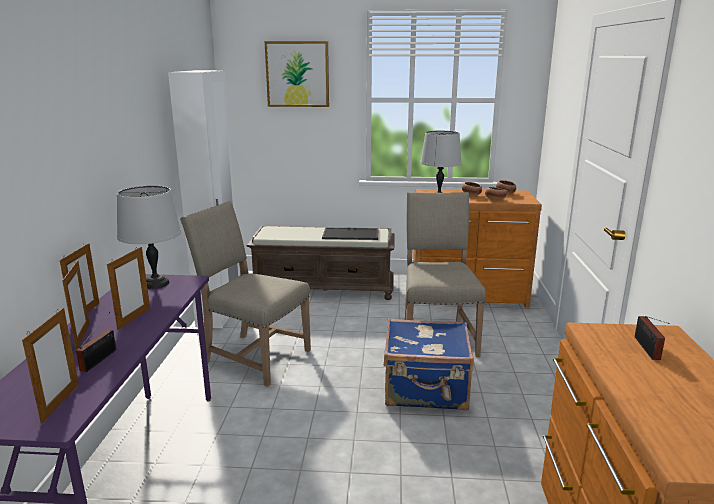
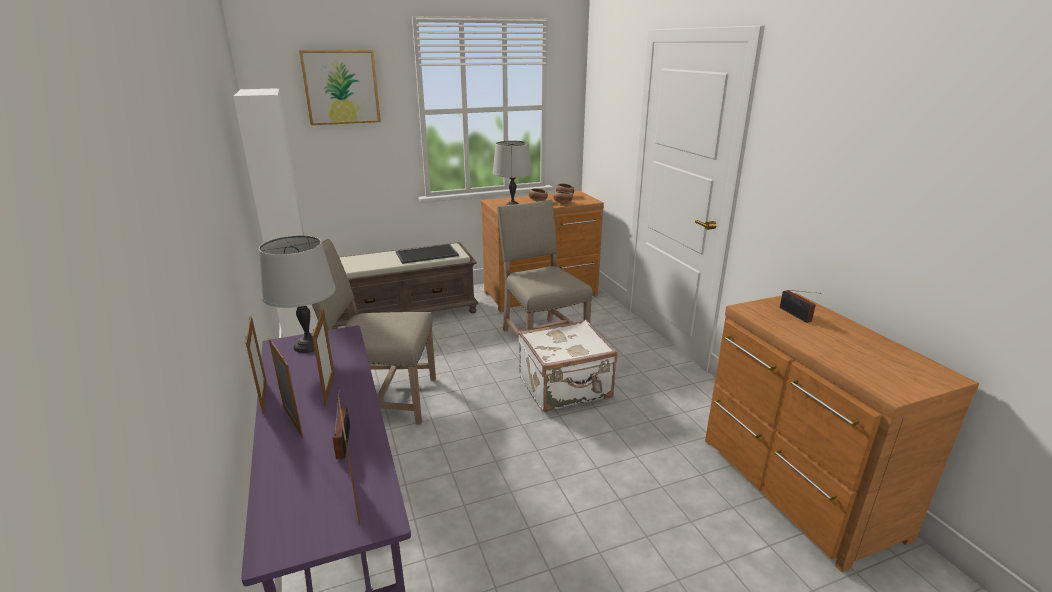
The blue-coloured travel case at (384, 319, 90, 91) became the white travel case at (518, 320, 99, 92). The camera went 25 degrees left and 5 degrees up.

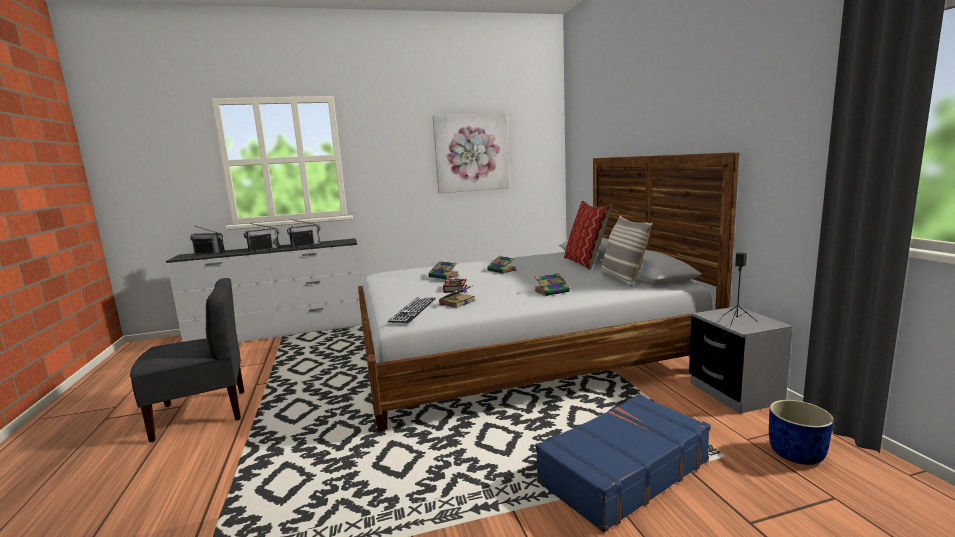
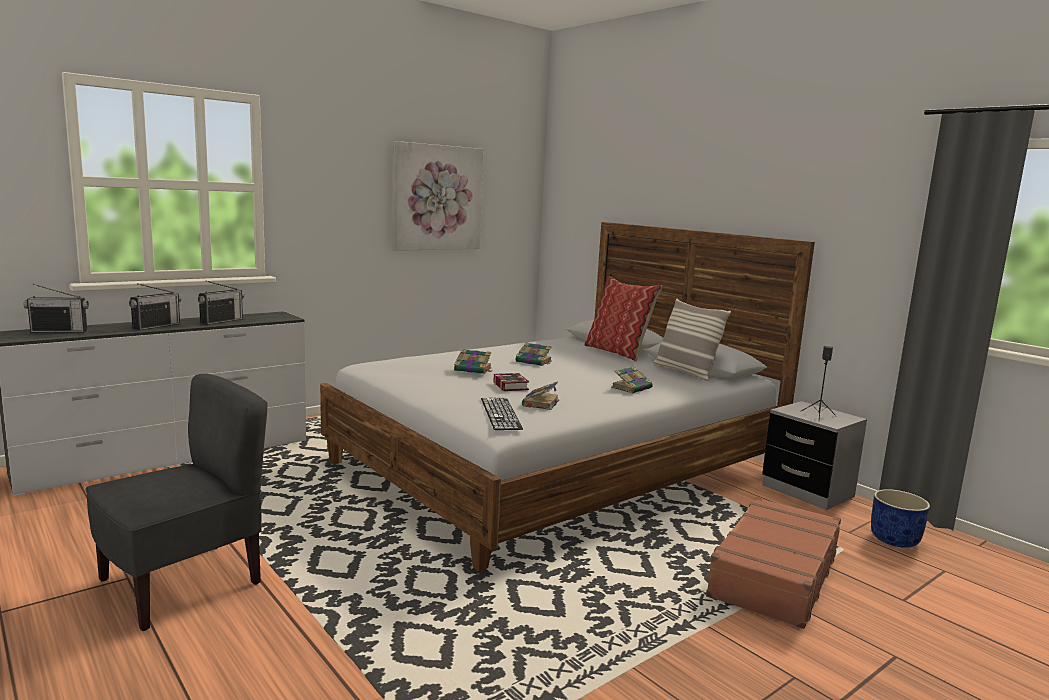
The blue-coloured travel case at (536, 394, 175, 139) became the brown travel case at (704, 497, 137, 132). The camera went 25 degrees left and 0 degrees up.

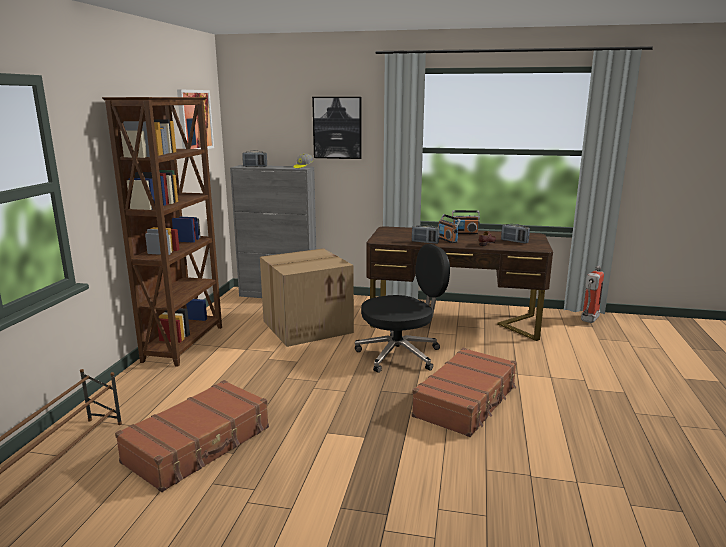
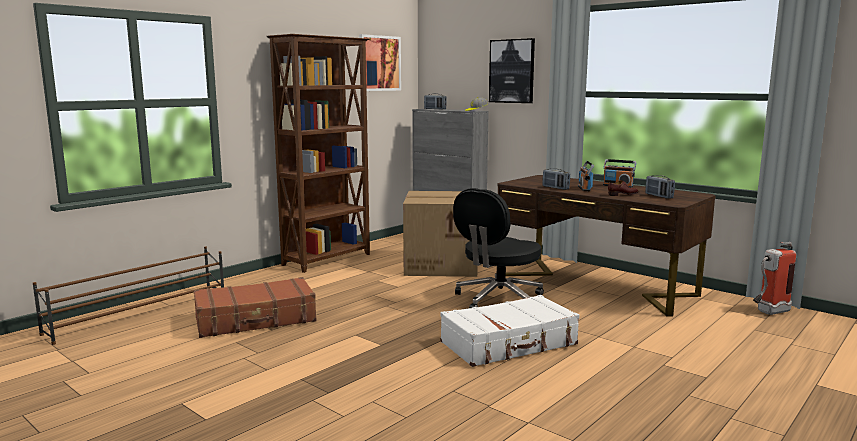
The brown travel case at (412, 348, 105, 89) became the white travel case at (440, 295, 139, 72). The black office chair at (355, 244, 95, 129) turned 120 degrees clockwise. The camera went 30 degrees right and 5 degrees down.

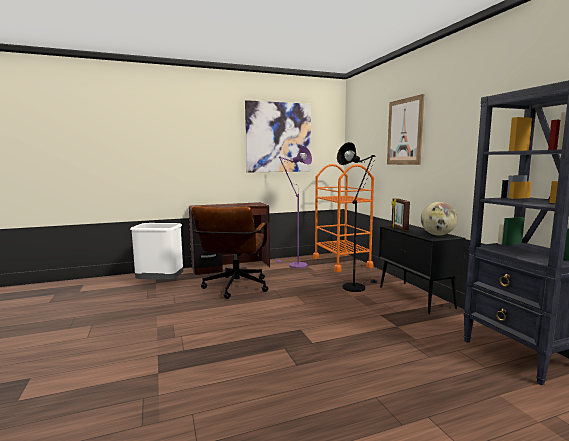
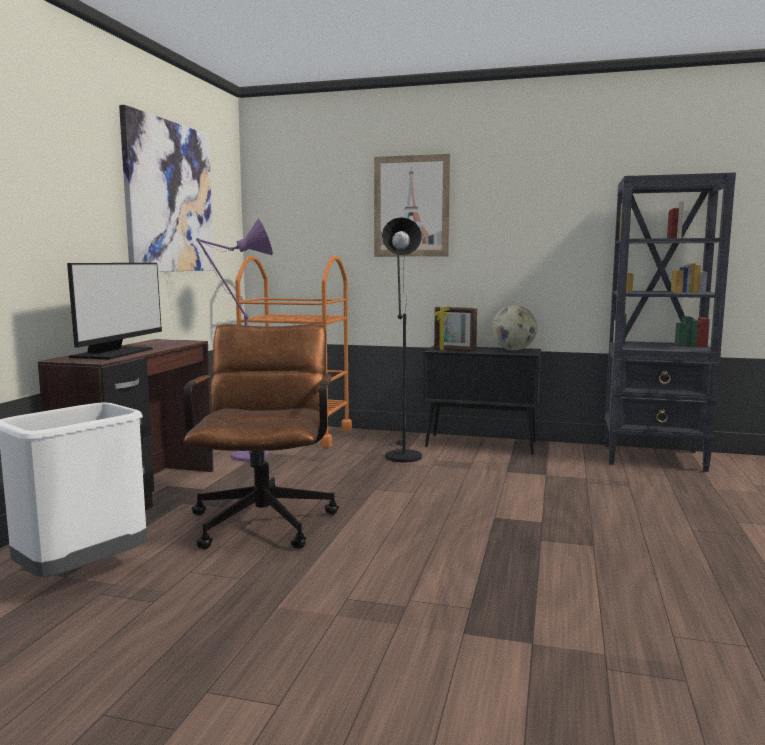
The computer screen at (67, 263, 95, 96) appeared. The brown office chair at (191, 205, 77, 94) turned 135 degrees counterclockwise. The camera went 55 degrees left and 0 degrees up.

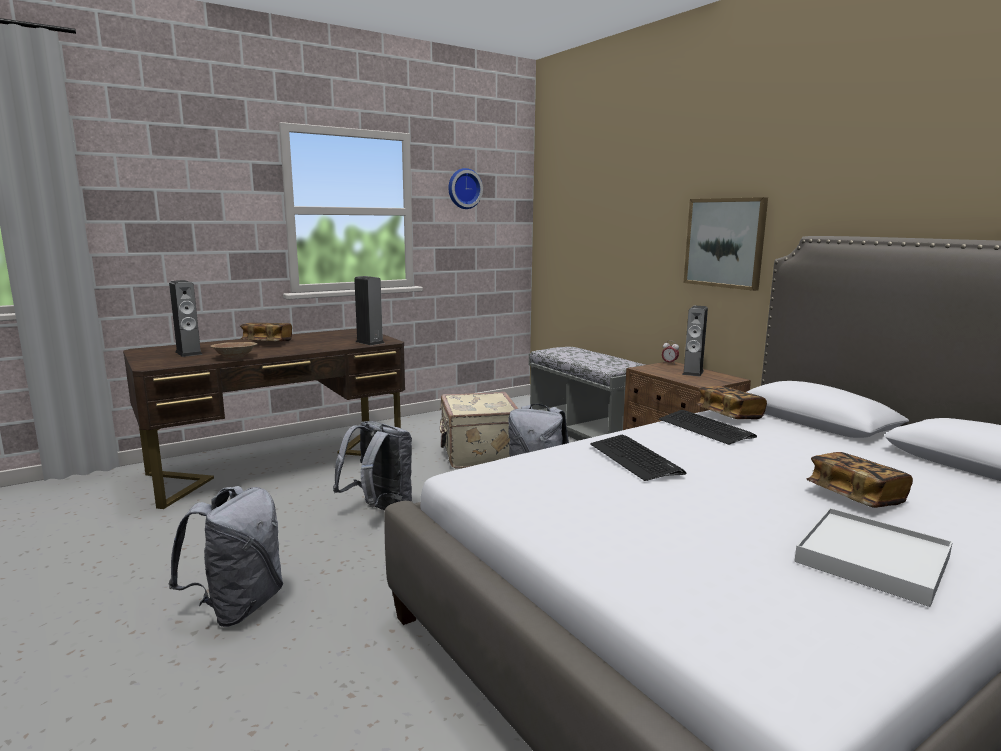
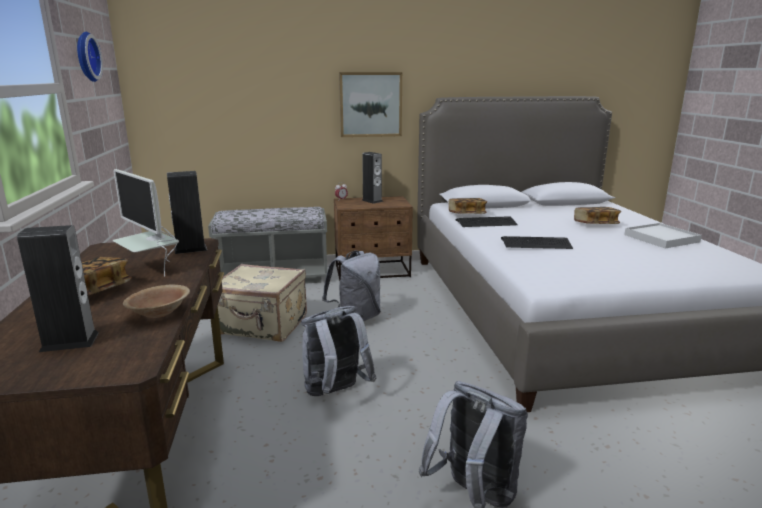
The computer screen at (113, 169, 66, 108) appeared. The camera went 65 degrees left and 5 degrees up.

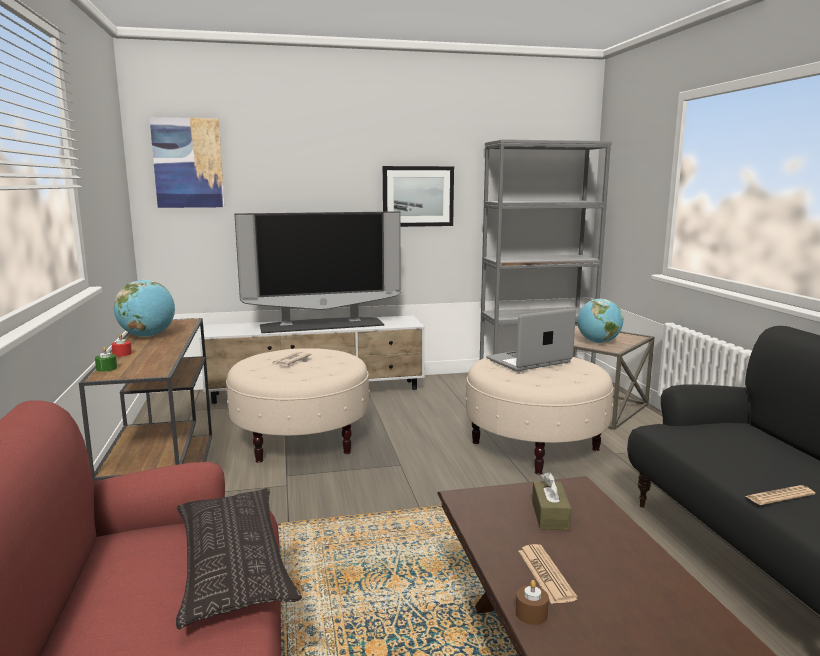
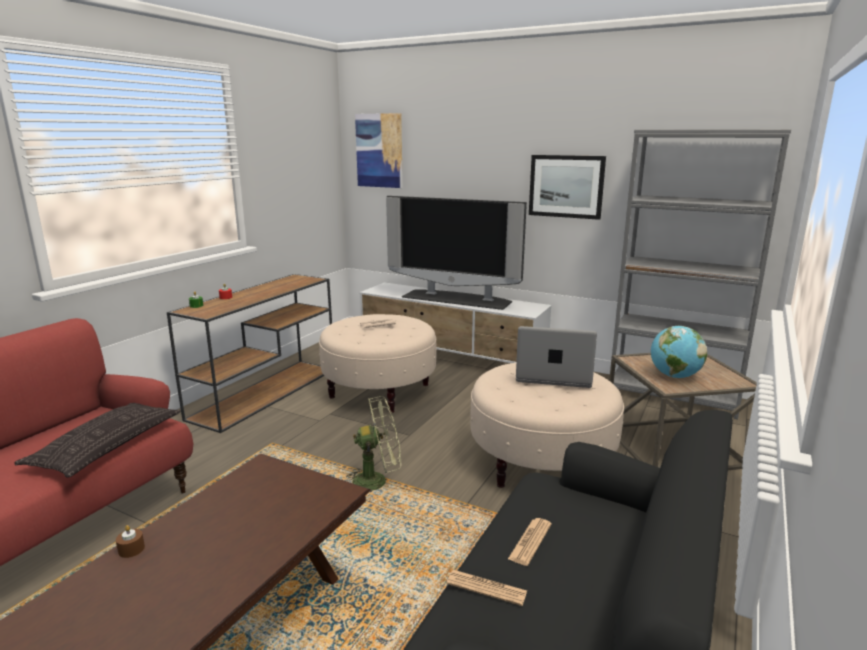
The green cooling fan at (343, 396, 58, 96) appeared. The printed paper moved from (519, 544, 59, 60) to (508, 518, 44, 48). The world globe at (114, 280, 61, 57) disappeared. The brown box of tissues at (532, 472, 39, 58) disappeared. The camera went 40 degrees right and 5 degrees up.

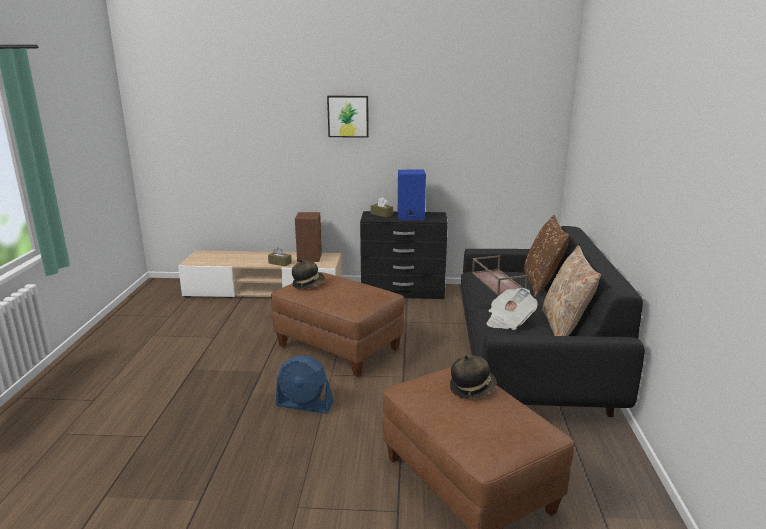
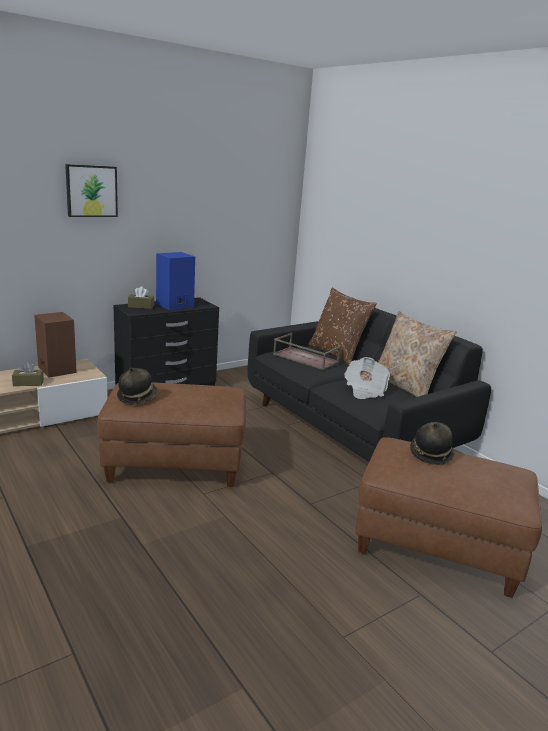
The blue-coloured cooling fan at (275, 355, 59, 59) disappeared. The camera went 40 degrees left and 0 degrees up.

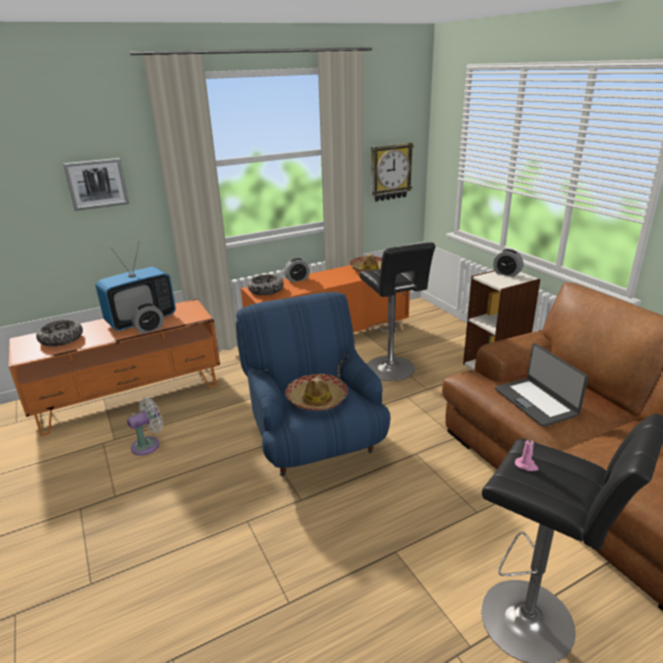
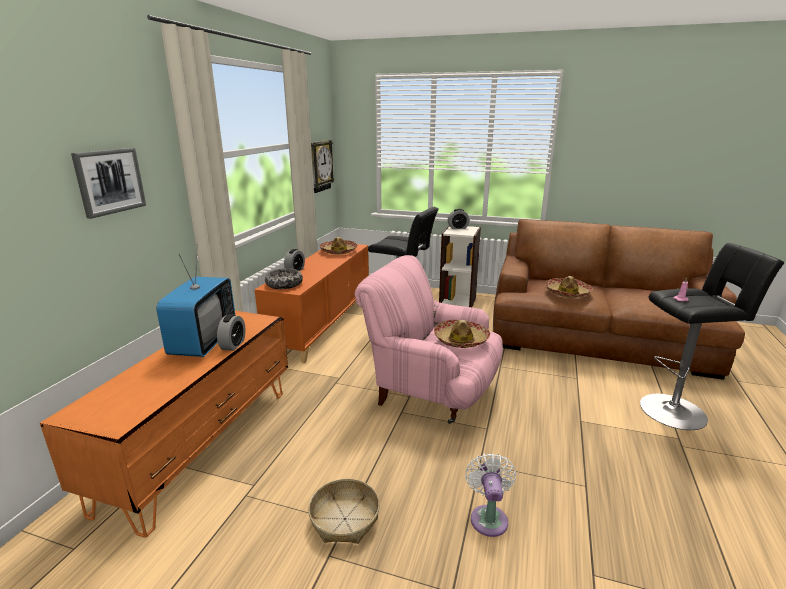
The household basket at (308, 479, 72, 65) appeared. The blue-coloured lounge chair at (236, 292, 155, 185) became the pink lounge chair at (355, 255, 148, 169). The white cooling fan moved from (127, 397, 36, 59) to (465, 453, 51, 84). The laptop at (495, 343, 93, 84) was replaced by the clothing hat at (545, 276, 48, 22). The bowl at (36, 320, 47, 26) disappeared. The camera went 45 degrees left and 5 degrees down.

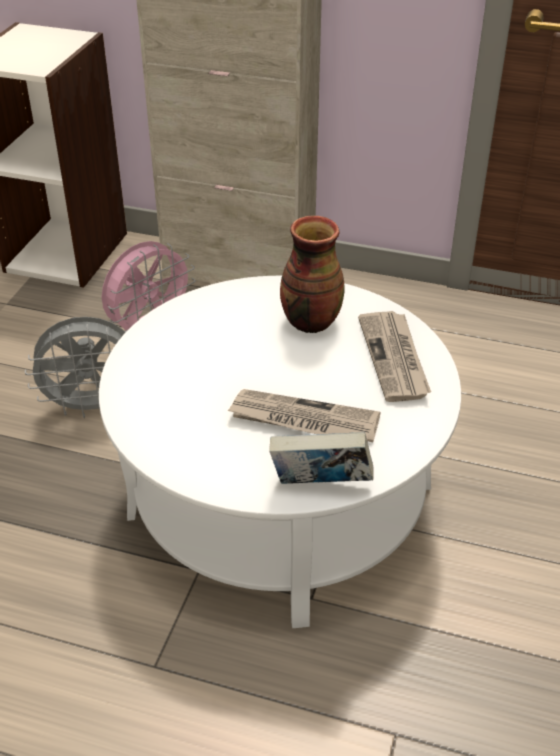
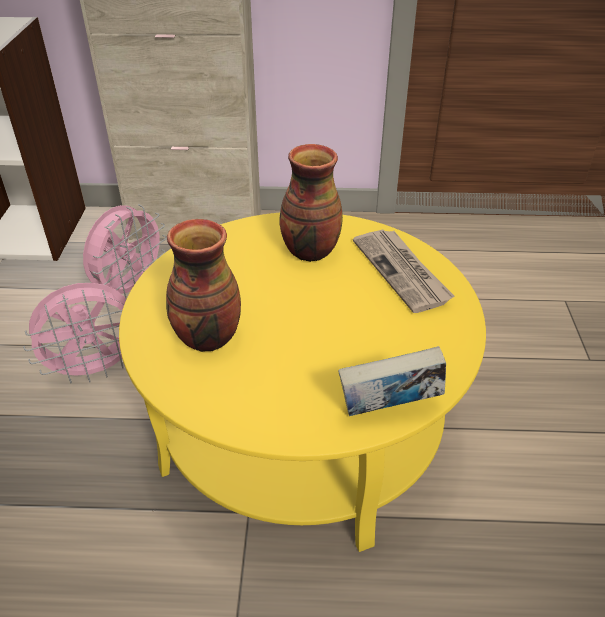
The gray cooling fan at (25, 317, 100, 101) became the pink cooling fan at (23, 283, 103, 101). The white coffee table at (99, 276, 362, 352) became the yellowish coffee table at (119, 213, 367, 339). The flower vase at (166, 219, 75, 133) appeared. The printed paper at (227, 389, 154, 53) disappeared. The camera went 15 degrees left and 0 degrees up.

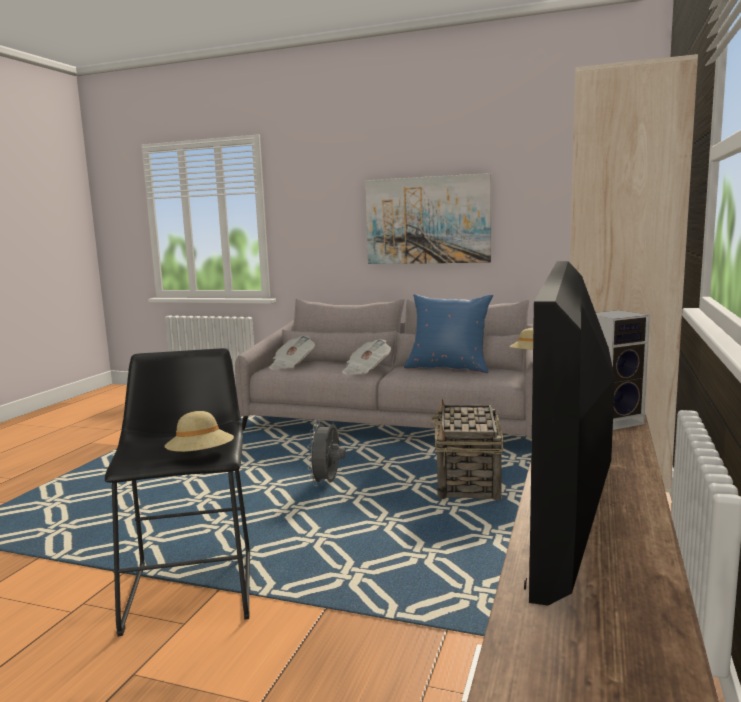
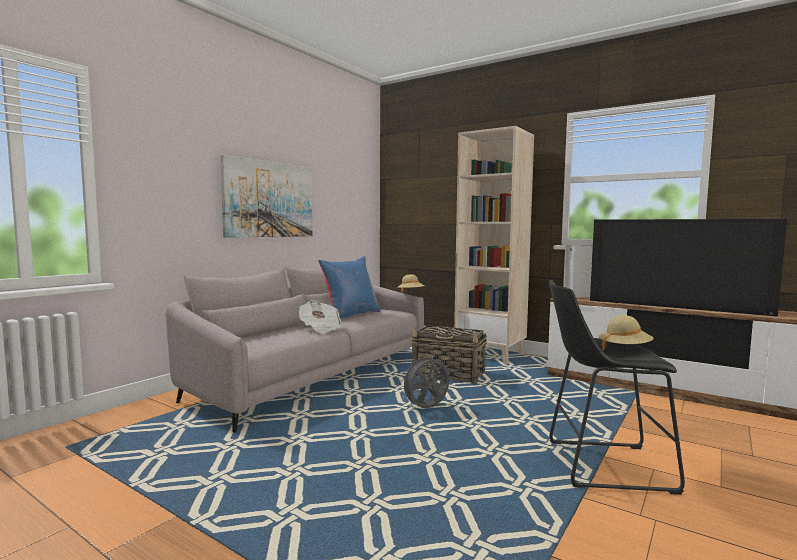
The gray cooling fan at (307, 420, 39, 66) turned 120 degrees clockwise. The printed paper at (269, 336, 46, 34) disappeared. The camera went 75 degrees left and 5 degrees down.

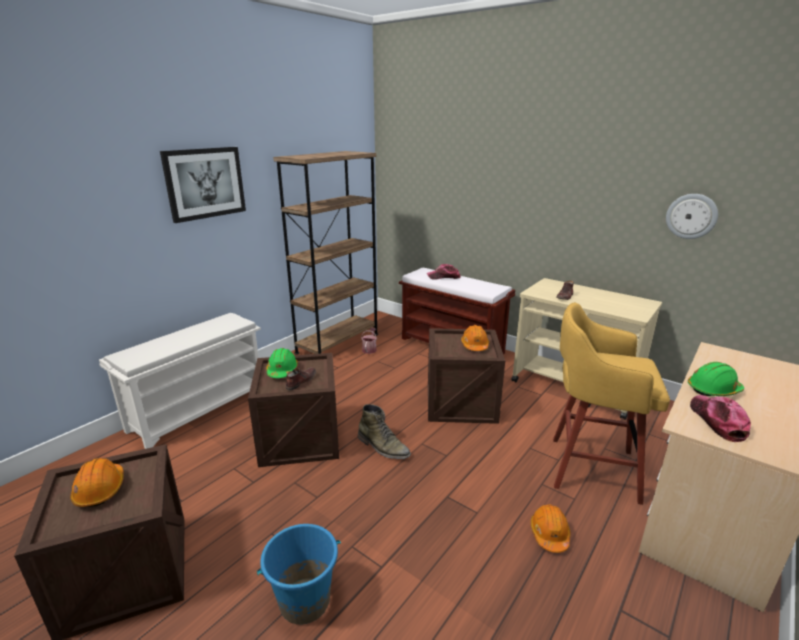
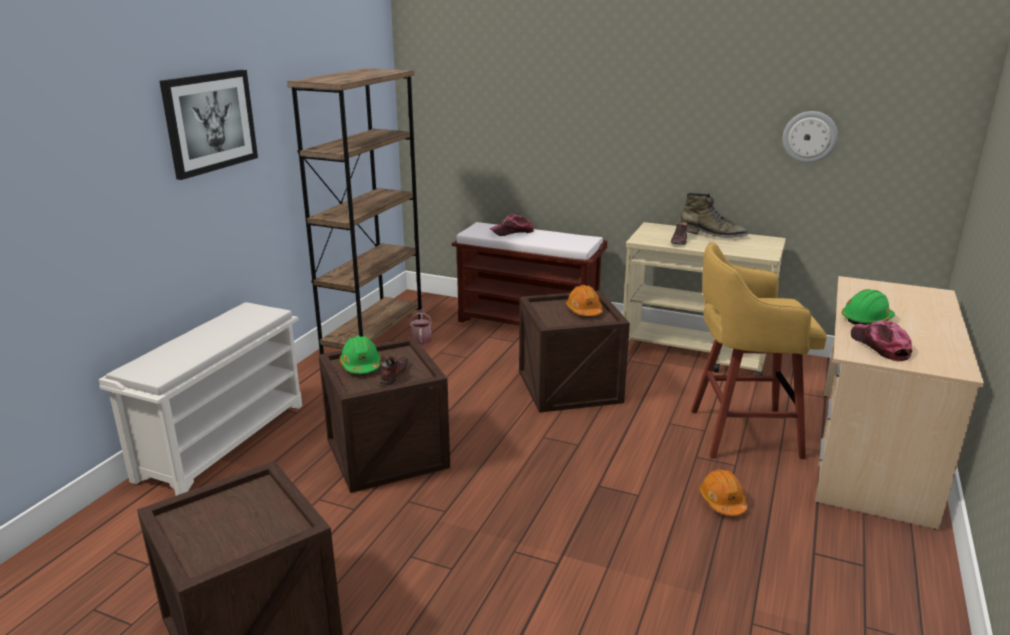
The green tall boot moved from (358, 404, 53, 55) to (680, 193, 68, 45). The orangey work helmet at (70, 458, 54, 49) disappeared. The blue-coloured pail at (257, 524, 84, 101) disappeared. The camera went 15 degrees left and 0 degrees up.

